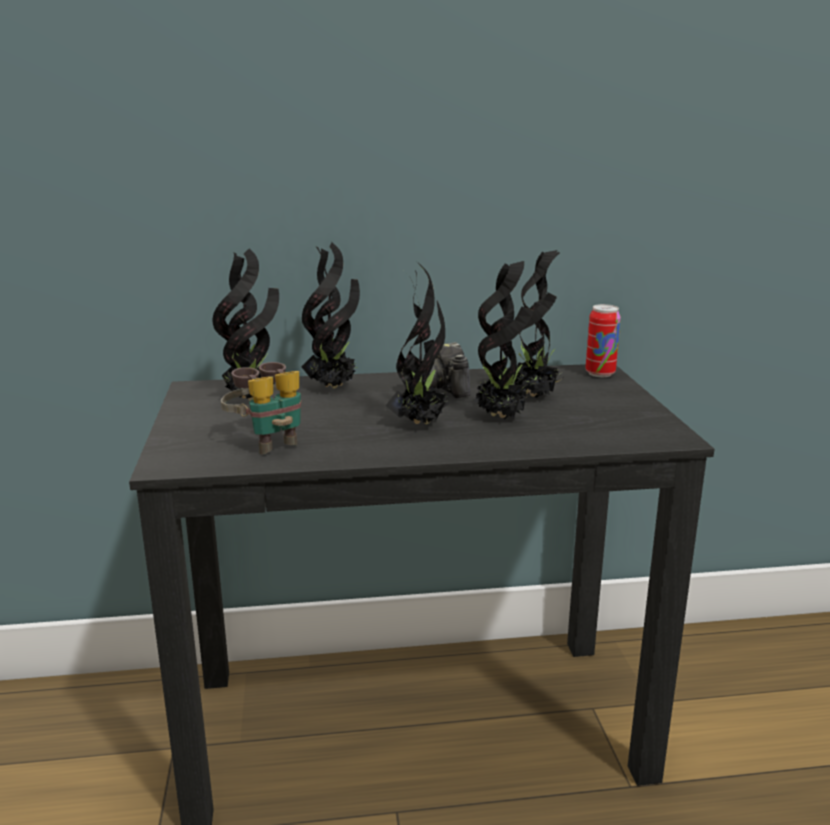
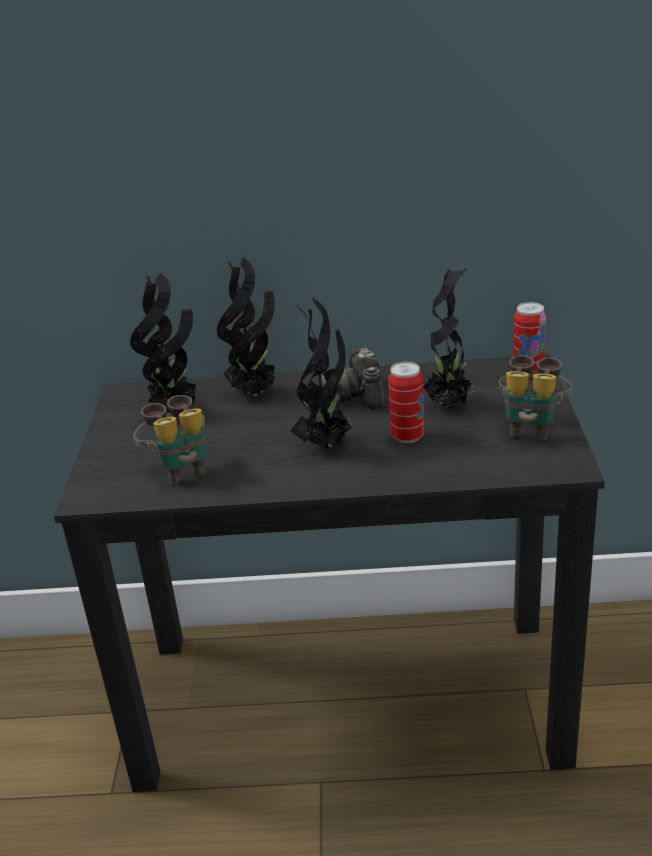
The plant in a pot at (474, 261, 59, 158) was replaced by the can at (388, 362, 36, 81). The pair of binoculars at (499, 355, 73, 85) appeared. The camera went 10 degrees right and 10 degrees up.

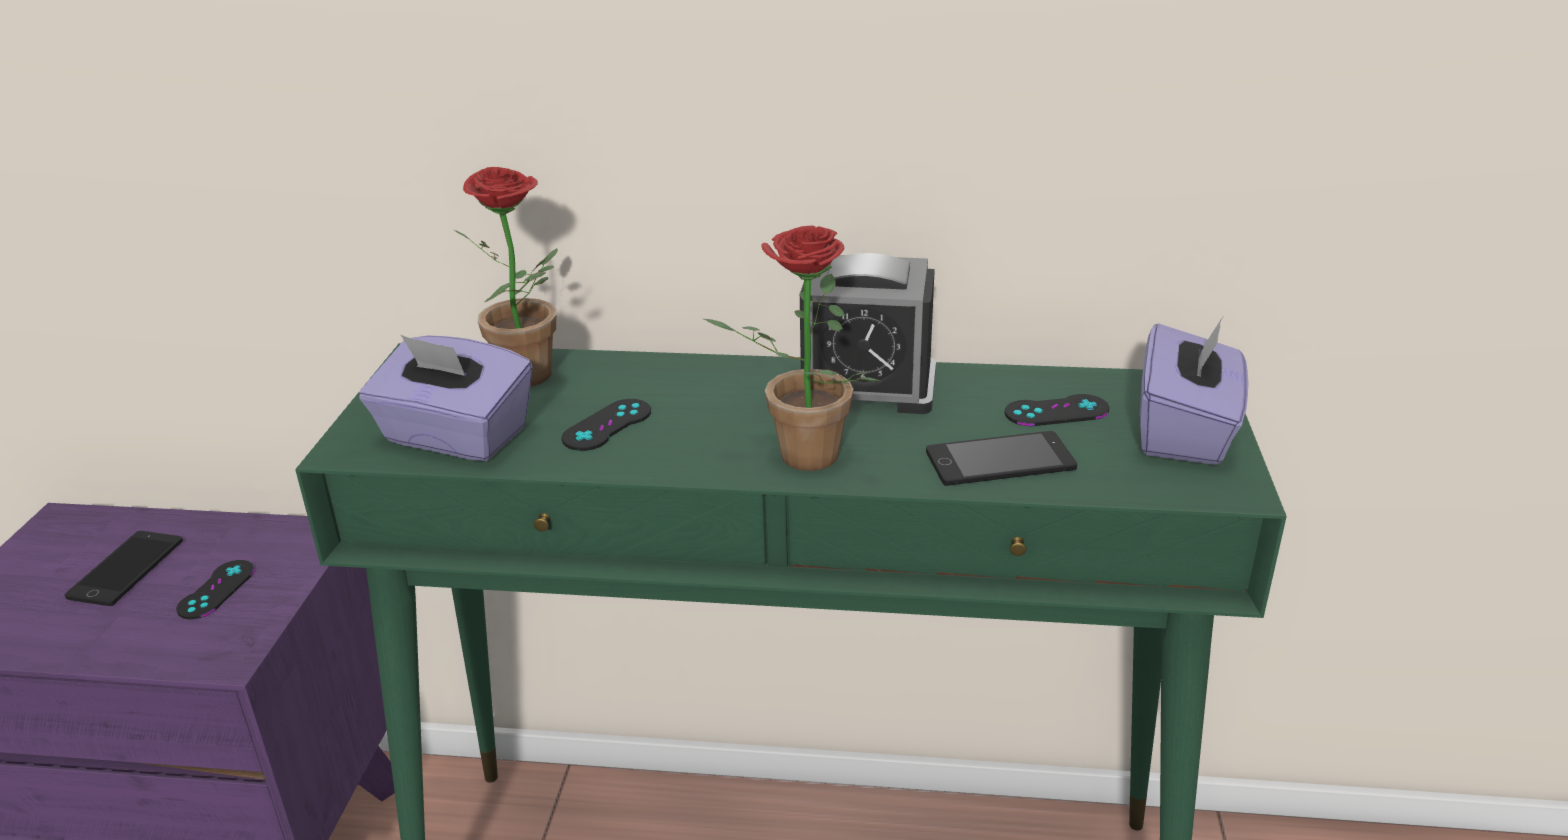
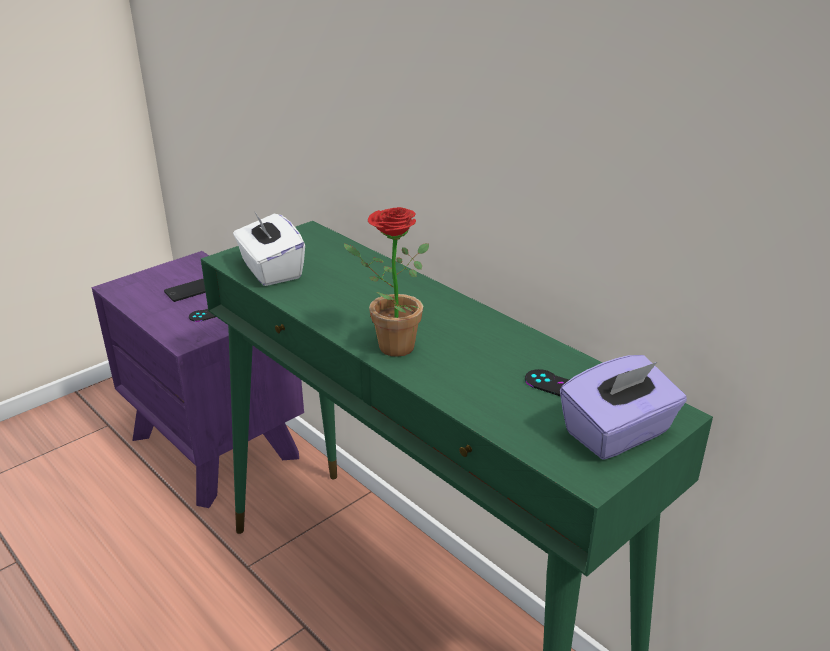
The purplish box of tissues at (359, 335, 173, 126) became the white box of tissues at (233, 213, 72, 73). The plant in a pot at (454, 167, 104, 220) disappeared. The black joypad at (561, 399, 90, 52) disappeared. The bedside clock at (800, 253, 136, 161) disappeared. The phone at (926, 431, 151, 55) disappeared. The camera went 40 degrees right and 0 degrees up.

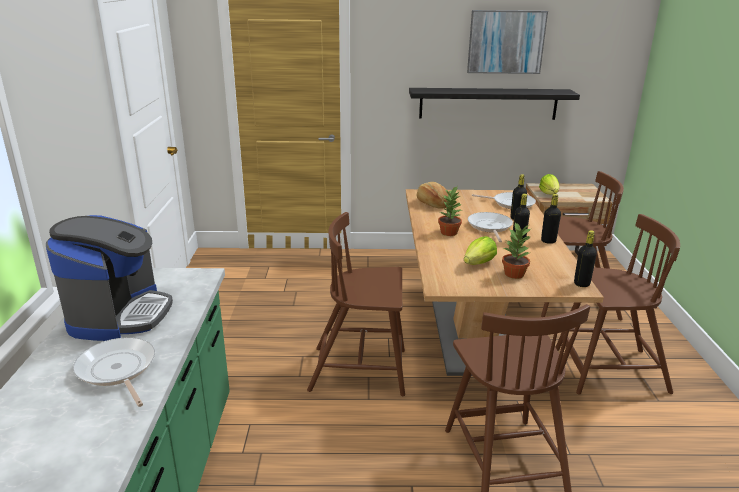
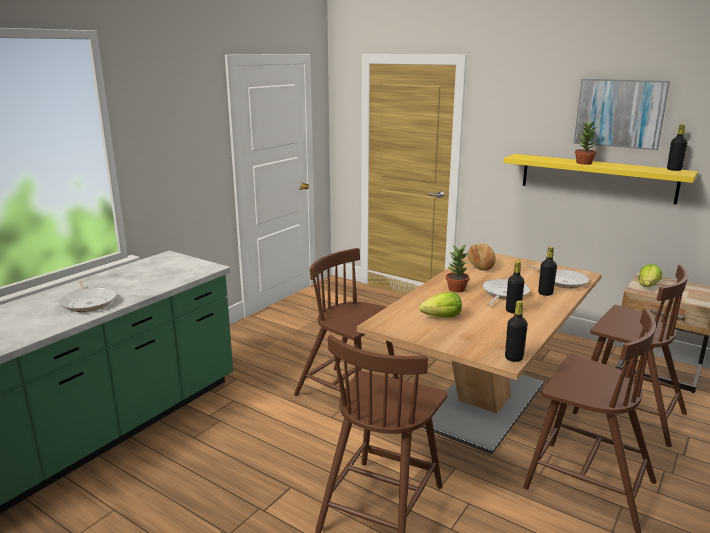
The skillet at (73, 337, 82, 70) turned 150 degrees clockwise. The black bracket shelf at (409, 88, 171, 32) became the yellowish bracket shelf at (503, 154, 195, 51). The plant in a pot moved from (502, 222, 30, 57) to (575, 121, 24, 44). The black beverage bottle moved from (541, 194, 20, 50) to (667, 124, 20, 47). The coffee machine at (46, 215, 127, 126) disappeared. The camera went 35 degrees right and 5 degrees down.

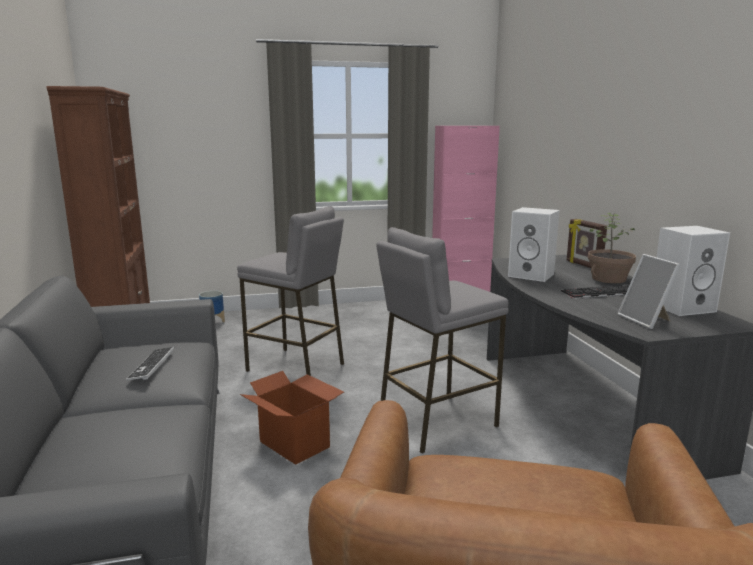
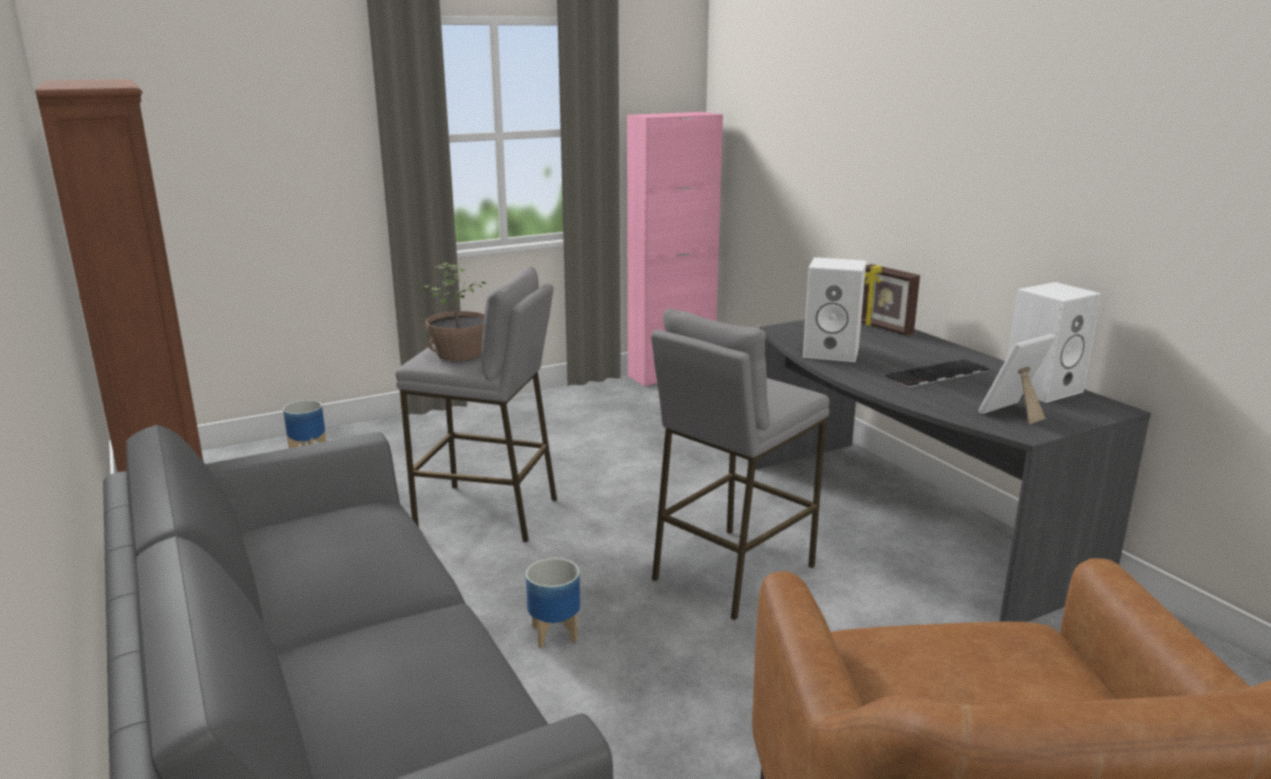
The plant in a pot moved from (588, 213, 48, 70) to (423, 262, 63, 99). The carton at (240, 371, 104, 94) was replaced by the plant pot at (526, 558, 54, 90). The photo frame at (618, 254, 63, 75) turned 90 degrees clockwise. The keyboard at (126, 347, 48, 34) disappeared. The camera went 15 degrees left and 5 degrees up.

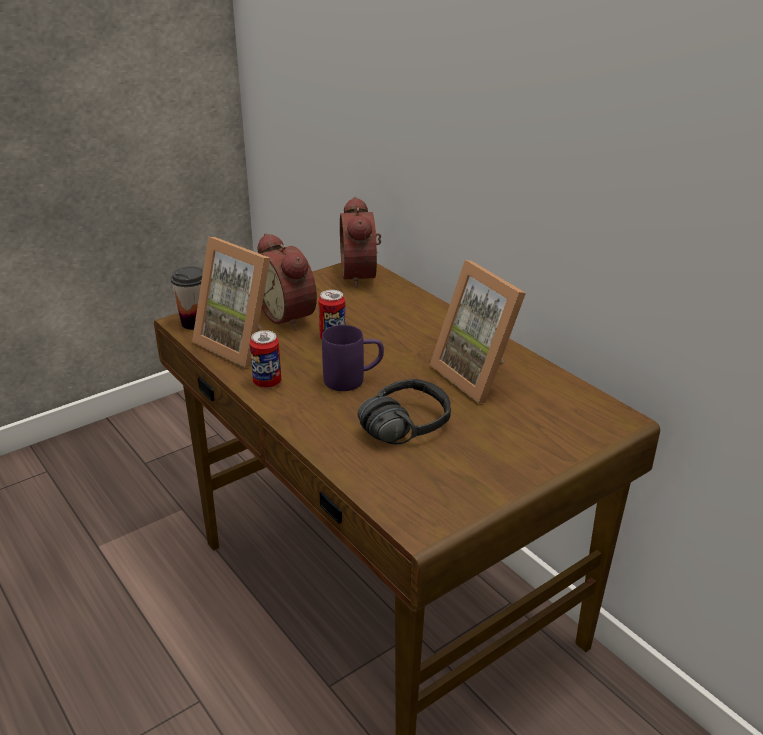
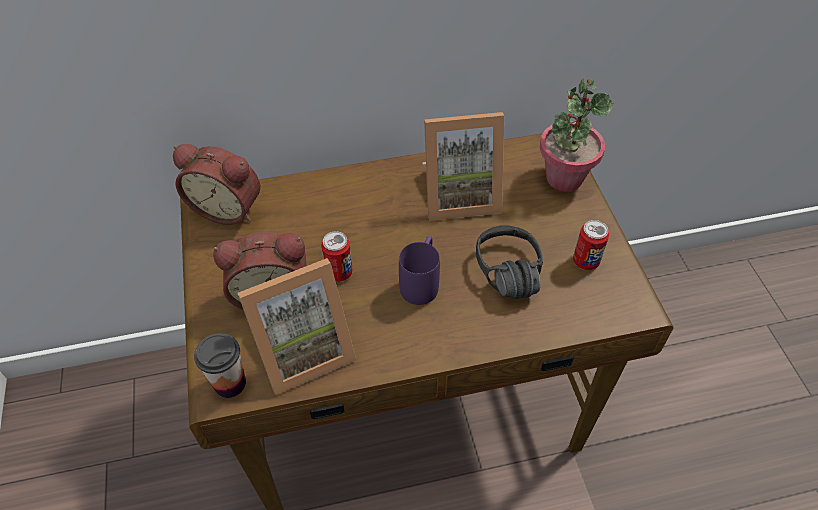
The plant in a pot at (540, 79, 74, 113) appeared. The can moved from (250, 330, 31, 58) to (573, 220, 36, 50). The camera went 65 degrees left and 20 degrees up.

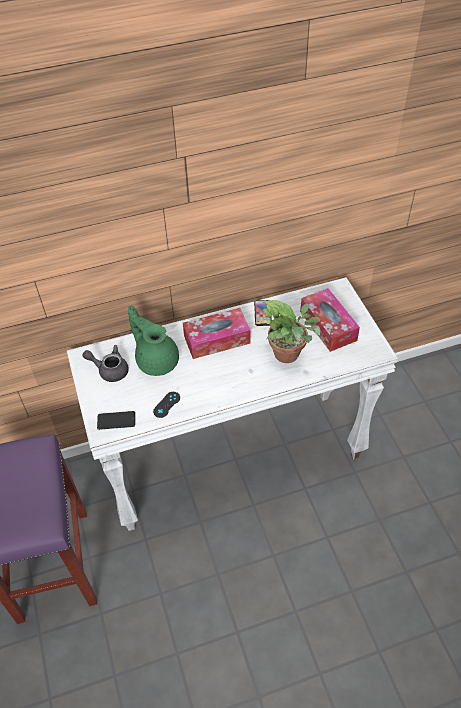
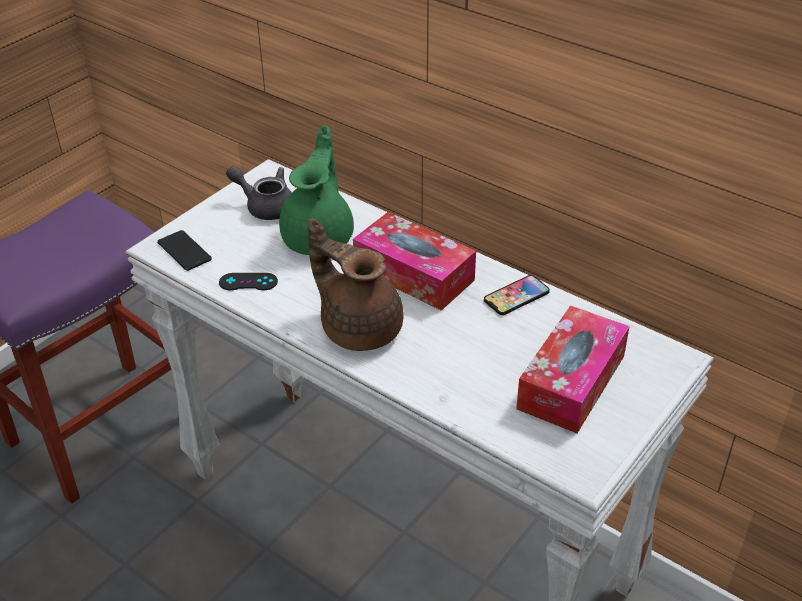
The gray teapot at (82, 345, 46, 37) turned 45 degrees counterclockwise. The brown teapot at (308, 218, 95, 133) appeared. The plant in a pot at (262, 300, 59, 63) disappeared. The camera went 55 degrees right and 10 degrees down.

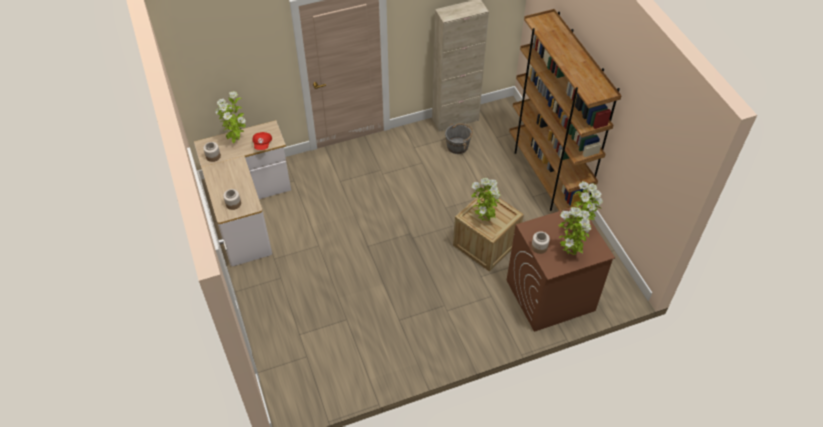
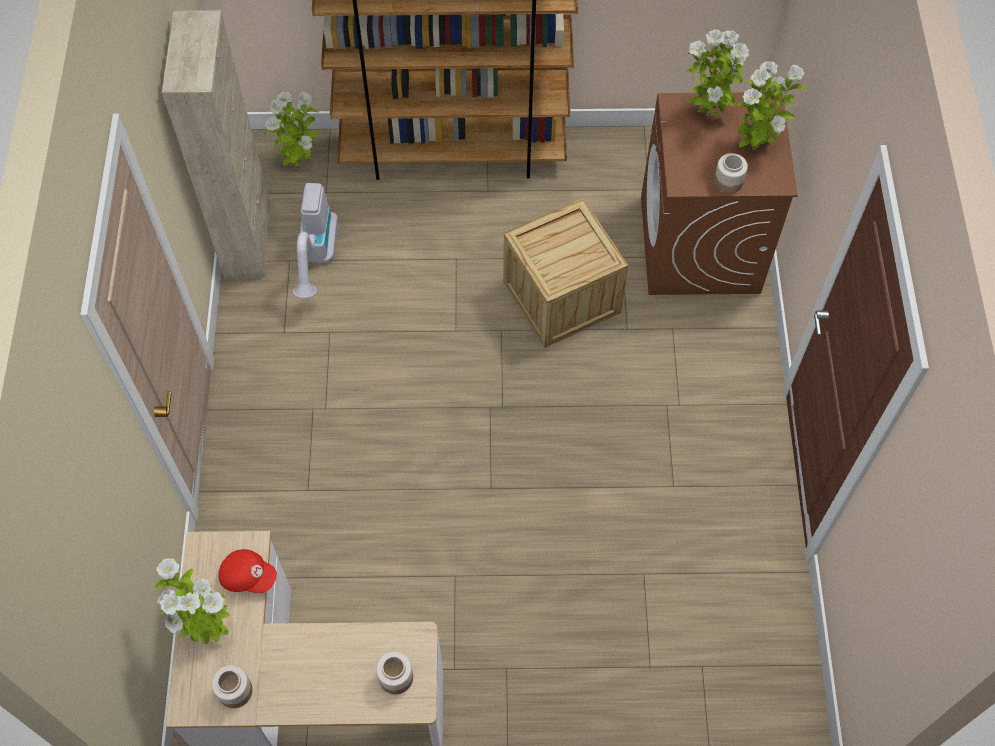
The plant in a pot moved from (471, 178, 29, 43) to (265, 92, 54, 74). The gray pail at (445, 123, 28, 31) was replaced by the hoover at (293, 183, 46, 115). The camera went 70 degrees left and 10 degrees up.

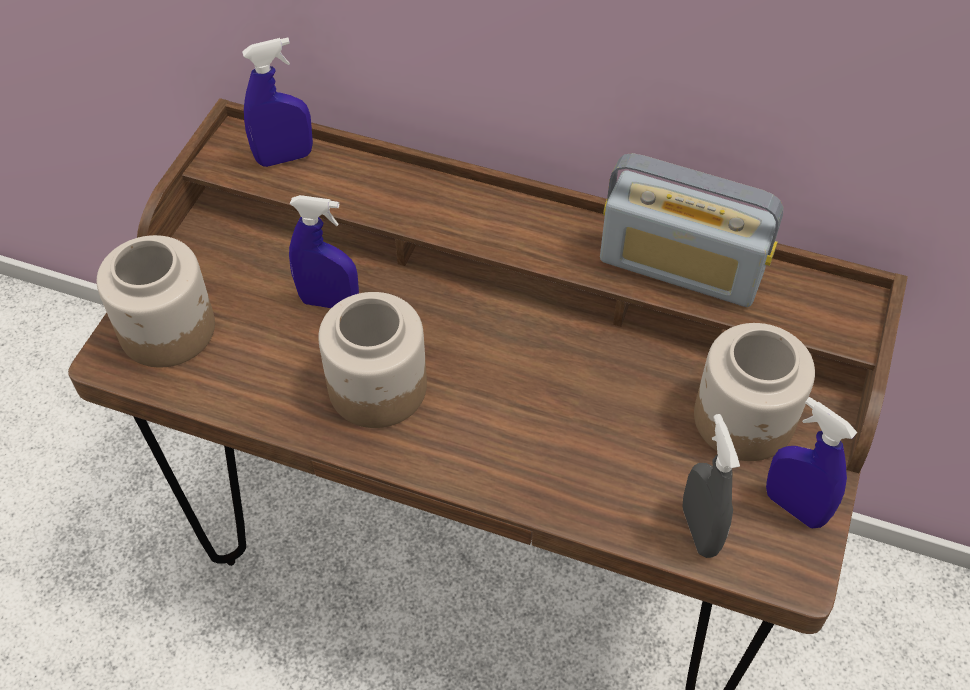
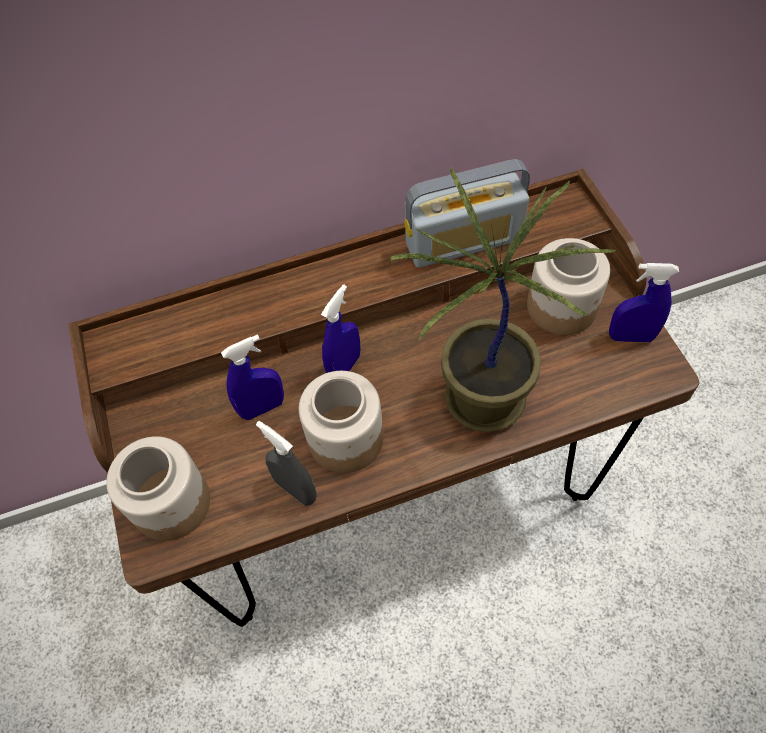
The gray sprayer moved from (682, 414, 58, 144) to (256, 421, 60, 85). The blue-coloured sprayer moved from (242, 38, 71, 129) to (321, 284, 40, 89). The plant in a pot at (389, 166, 227, 266) appeared. The camera went 35 degrees left and 5 degrees up.

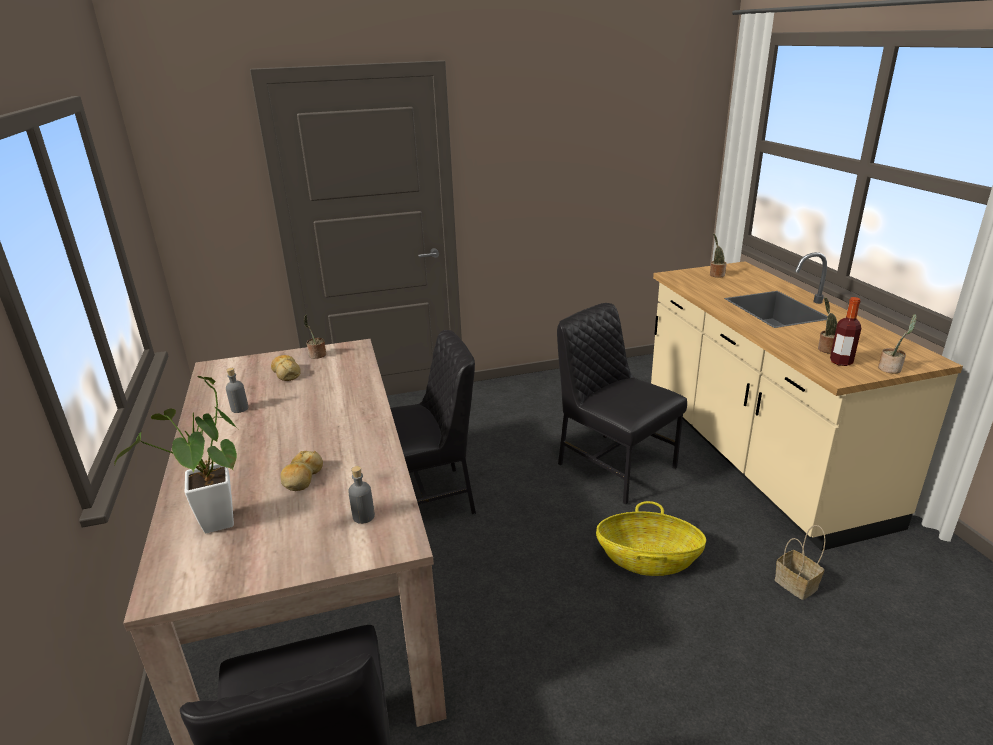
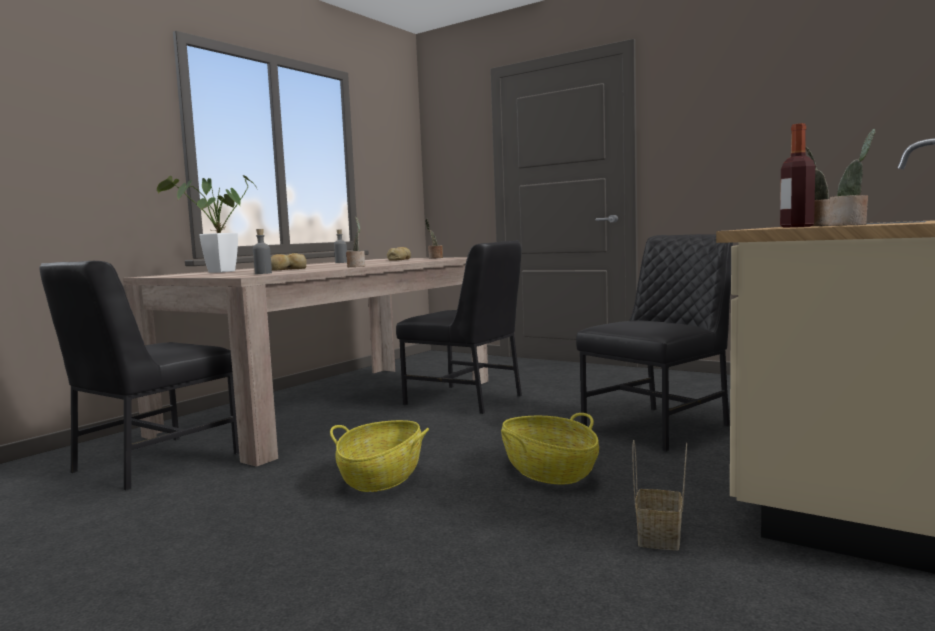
The household basket at (330, 420, 99, 72) appeared. The plant in a pot moved from (710, 233, 17, 45) to (346, 217, 19, 50). The black upright chair at (557, 303, 130, 202) turned 45 degrees clockwise. The camera went 50 degrees right and 20 degrees down.

